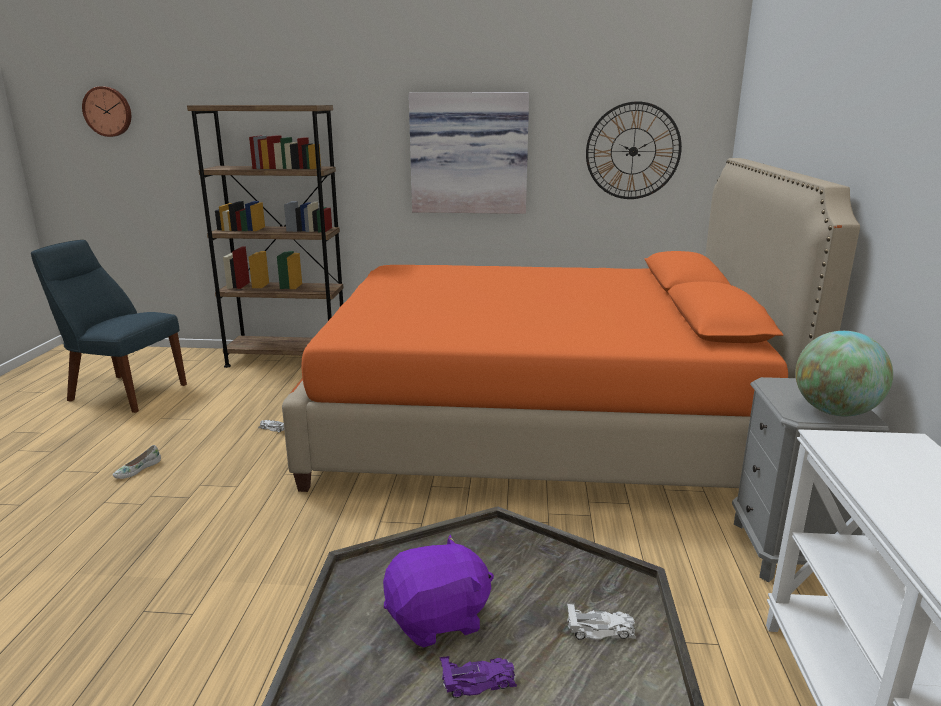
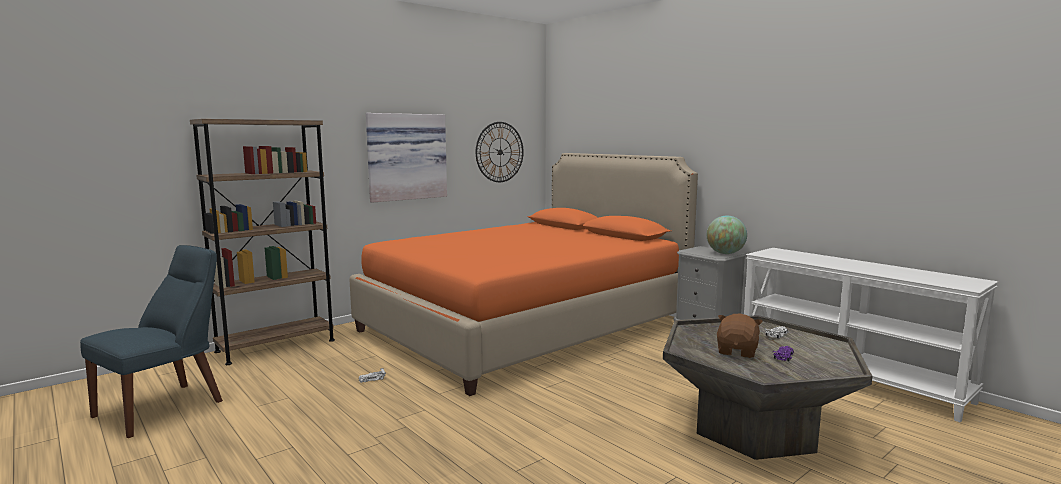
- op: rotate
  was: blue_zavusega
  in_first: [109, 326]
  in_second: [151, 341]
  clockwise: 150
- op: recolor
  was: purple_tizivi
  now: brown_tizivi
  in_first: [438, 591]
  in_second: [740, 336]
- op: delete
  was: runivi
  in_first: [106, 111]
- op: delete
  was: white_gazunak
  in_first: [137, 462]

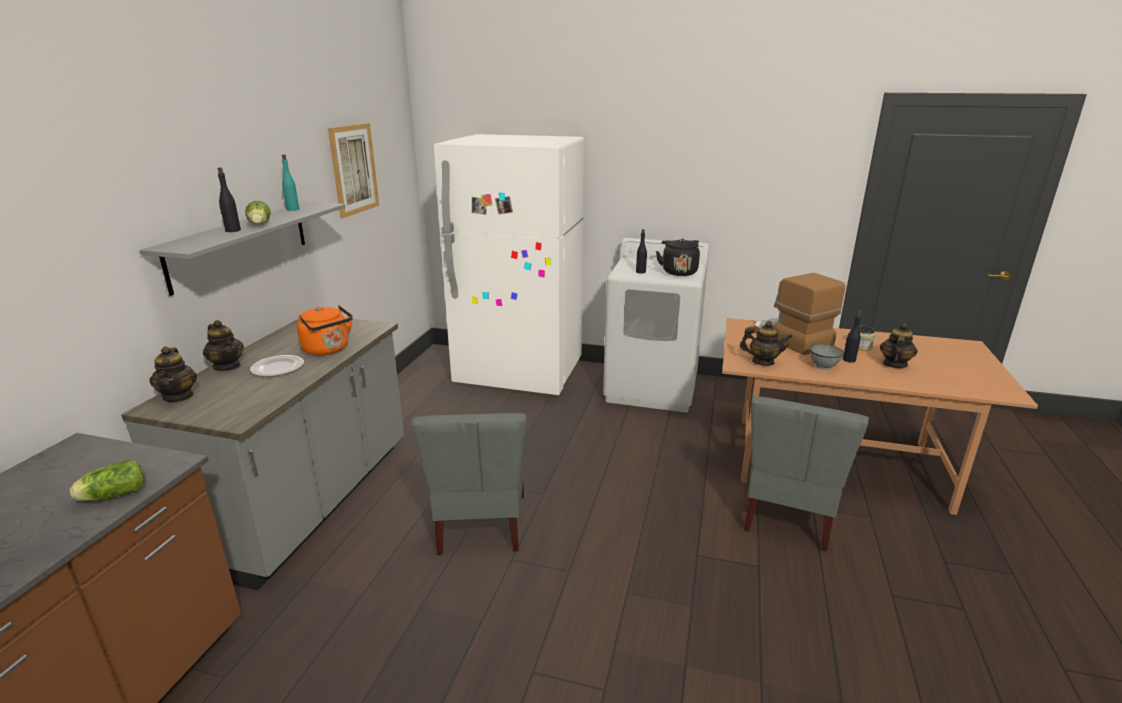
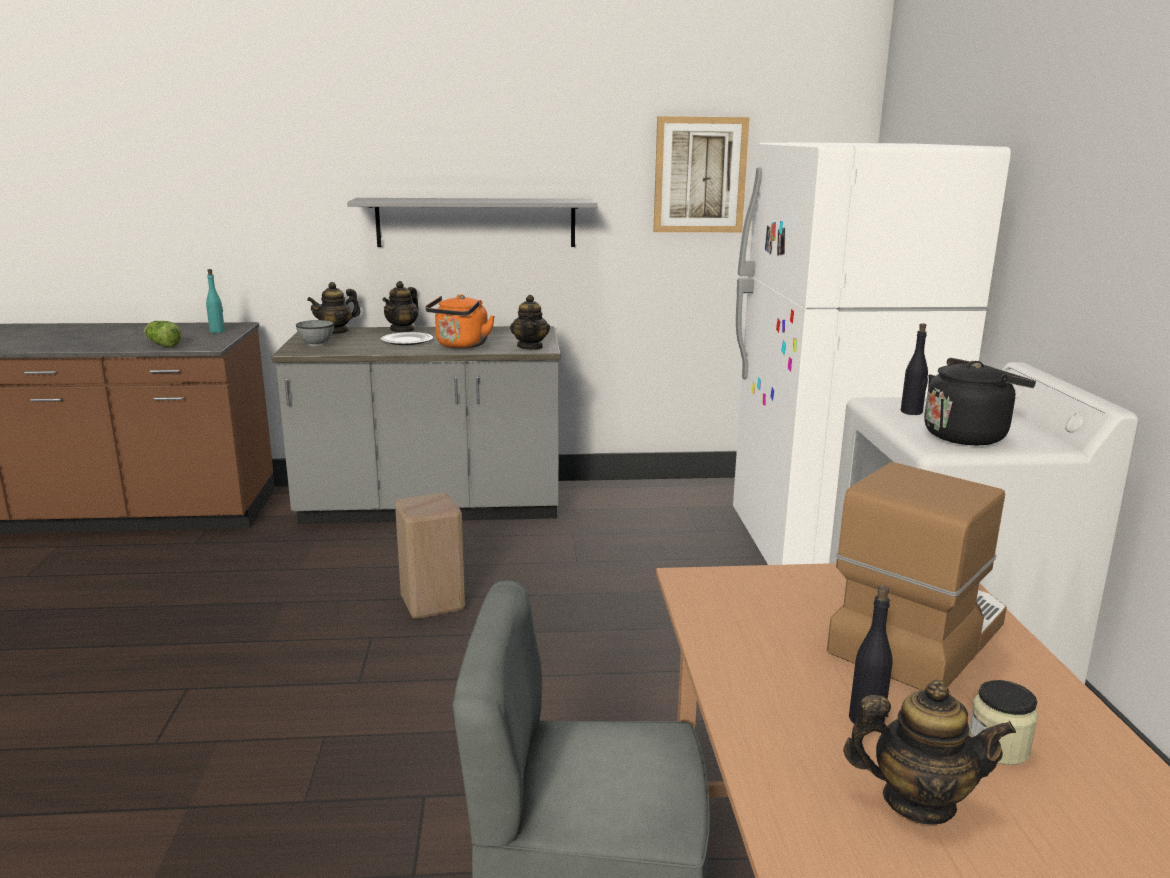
- op: move
  was: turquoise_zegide
  in_first: [290, 182]
  in_second: [215, 301]
- op: move
  was: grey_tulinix
  in_first: [826, 357]
  in_second: [315, 333]
- op: replace
  was: grey_zavusega
  now: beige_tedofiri
  in_first: [468, 484]
  in_second: [430, 555]
- op: move
  was: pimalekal
  in_first: [766, 343]
  in_second: [530, 322]
- op: delete
  was: black_zegide
  in_first: [229, 199]
- op: delete
  was: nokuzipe
  in_first: [258, 213]

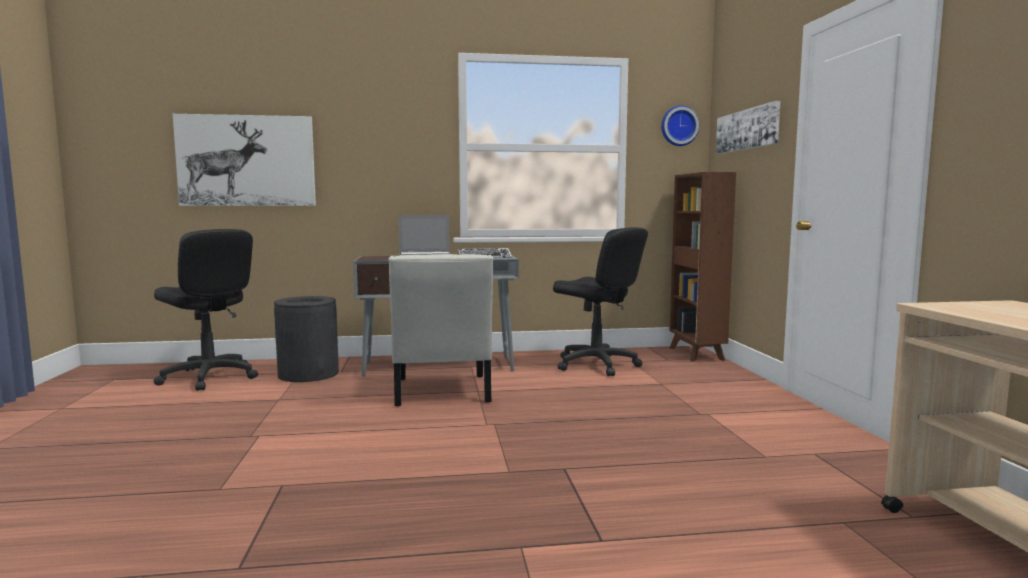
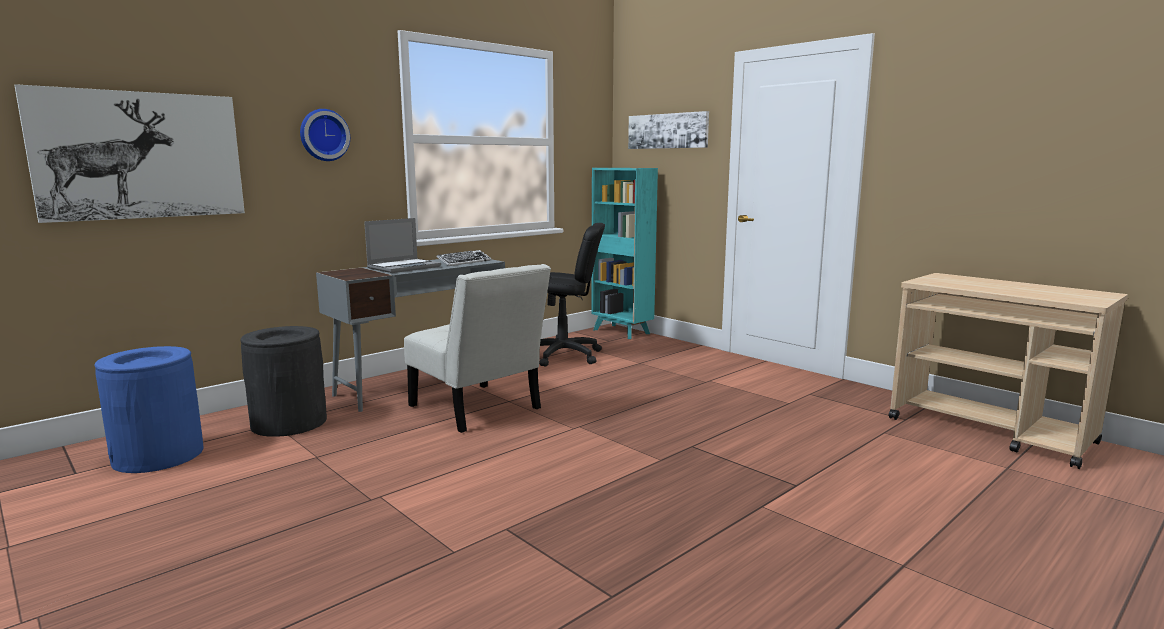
- op: replace
  was: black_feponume
  now: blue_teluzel
  in_first: [206, 310]
  in_second: [149, 409]
- op: move
  was: runivi
  in_first: [680, 125]
  in_second: [325, 135]
- op: recolor
  was: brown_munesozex
  now: turquoise_munesozex
  in_first: [702, 267]
  in_second: [624, 253]

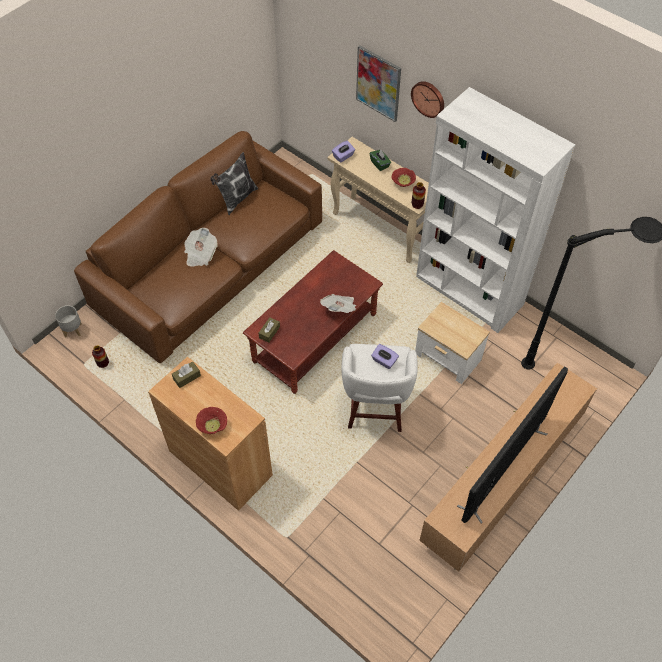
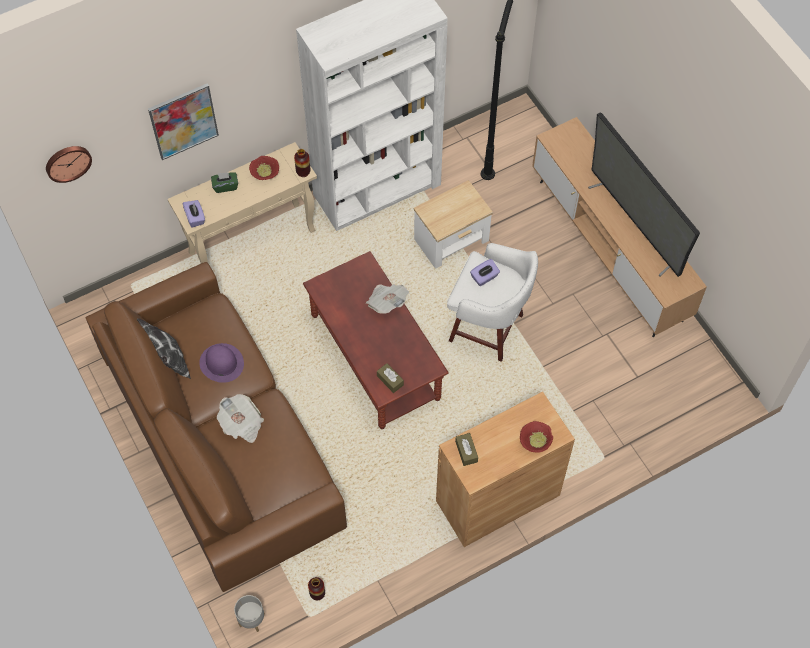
- op: move
  was: runivi
  in_first: [427, 99]
  in_second: [69, 164]
- op: insert
  now: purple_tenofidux
  in_second: [221, 363]

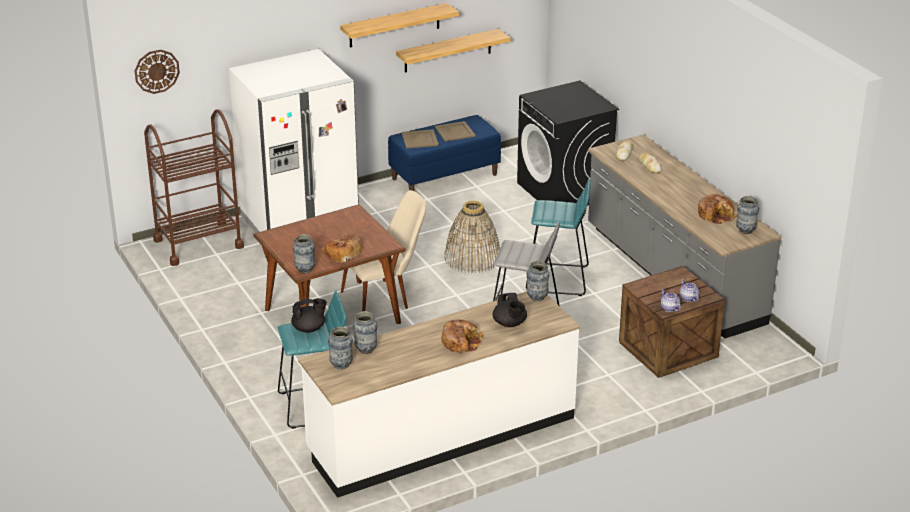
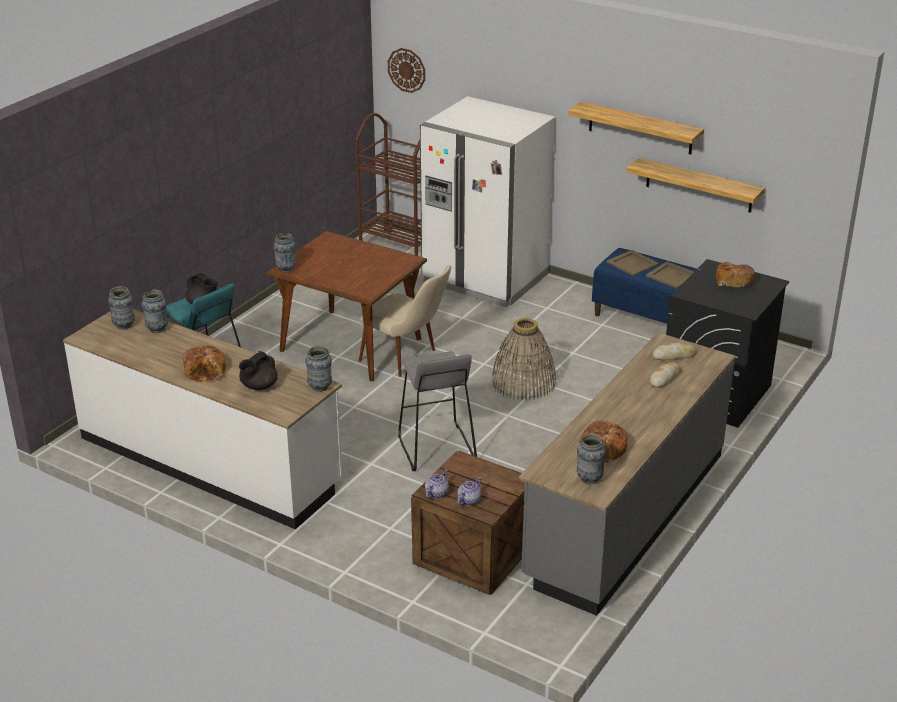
- op: move
  was: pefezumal
  in_first: [341, 248]
  in_second: [735, 275]
- op: delete
  was: turquoise_tedofiri
  in_first: [558, 237]

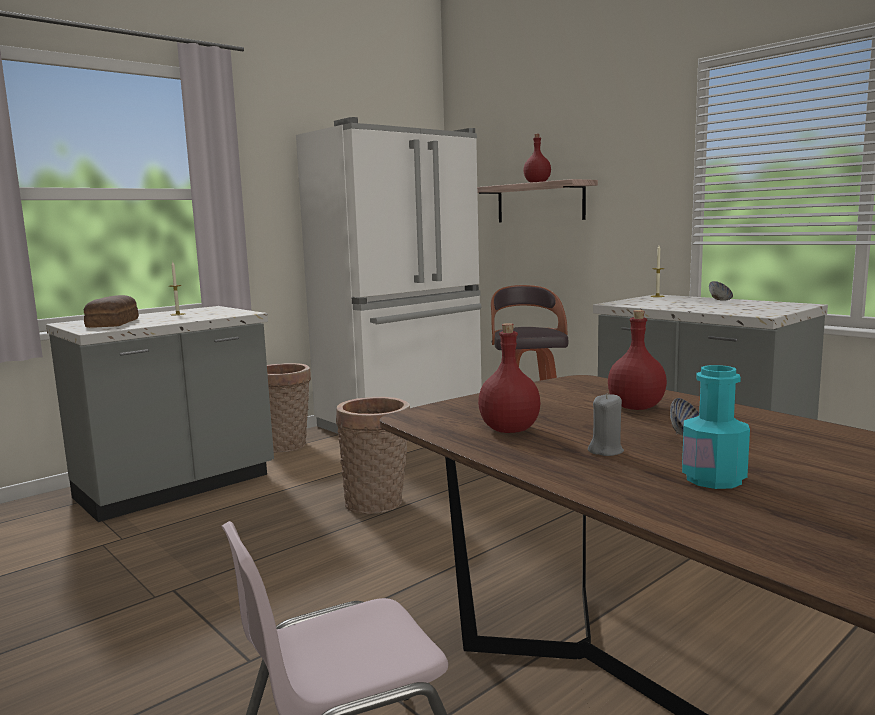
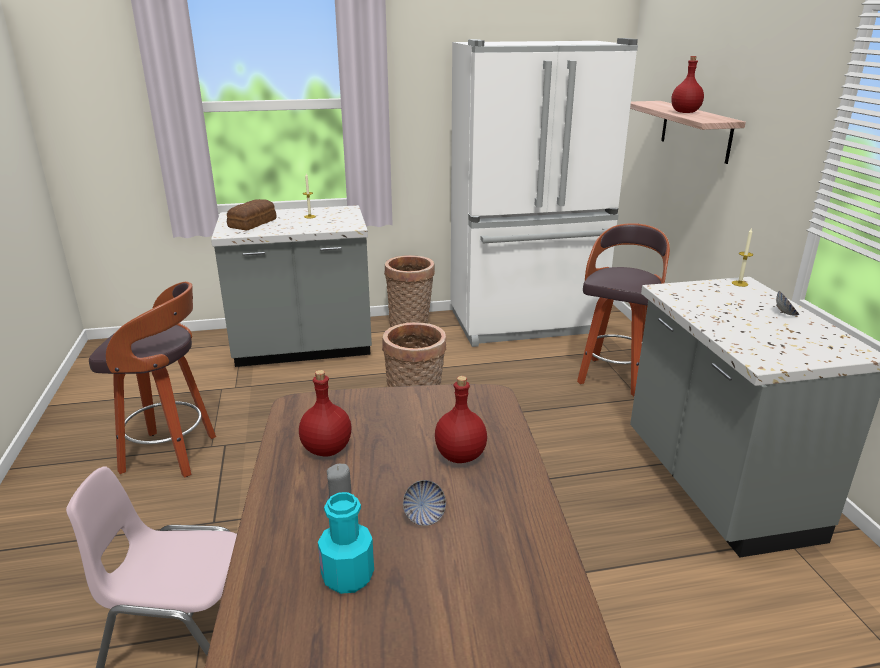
- op: insert
  now: tedofiri
  in_second: [152, 380]

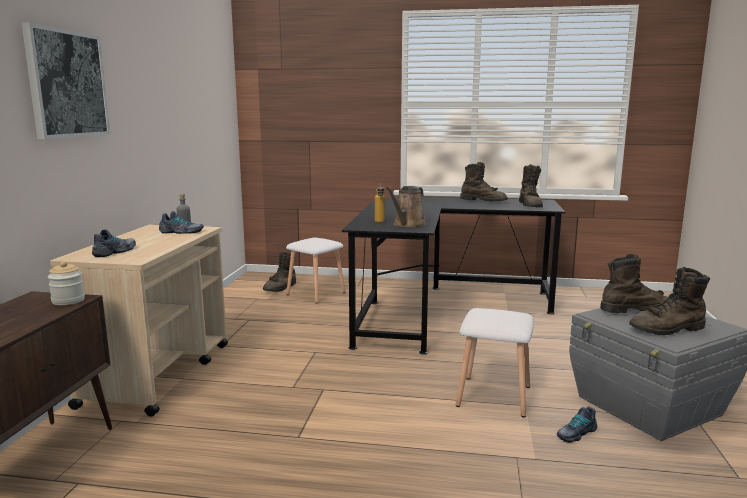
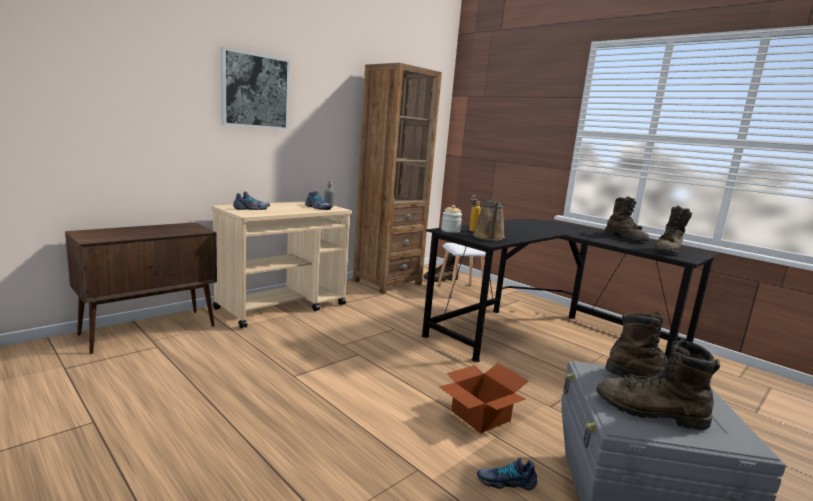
- op: insert
  now: brown_munesozex
  in_second: [397, 178]
- op: replace
  was: white_tedofiri
  now: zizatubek
  in_first: [495, 362]
  in_second: [484, 398]
- op: move
  was: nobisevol
  in_first: [66, 283]
  in_second: [451, 219]
- op: rotate
  was: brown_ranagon
  in_first: [406, 207]
  in_second: [489, 221]
  clockwise: -60

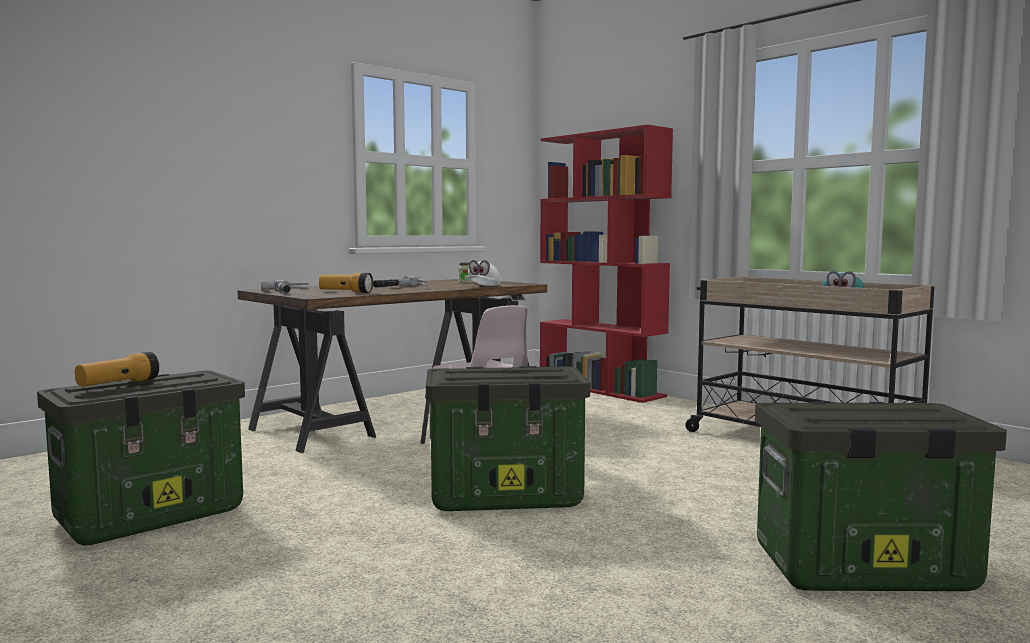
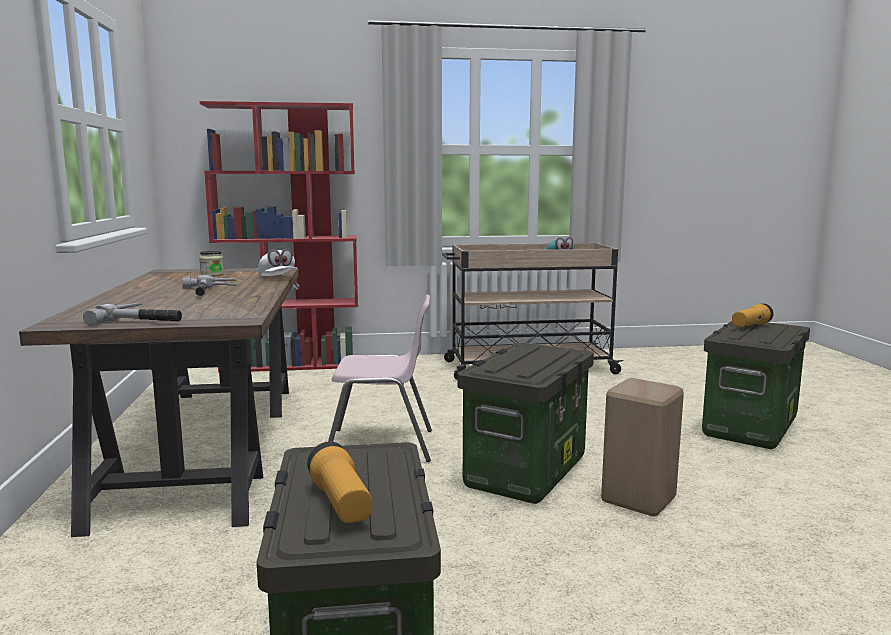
- op: insert
  now: beige_tedofiri
  in_second: [642, 447]
- op: move
  was: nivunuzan
  in_first: [346, 283]
  in_second: [753, 315]

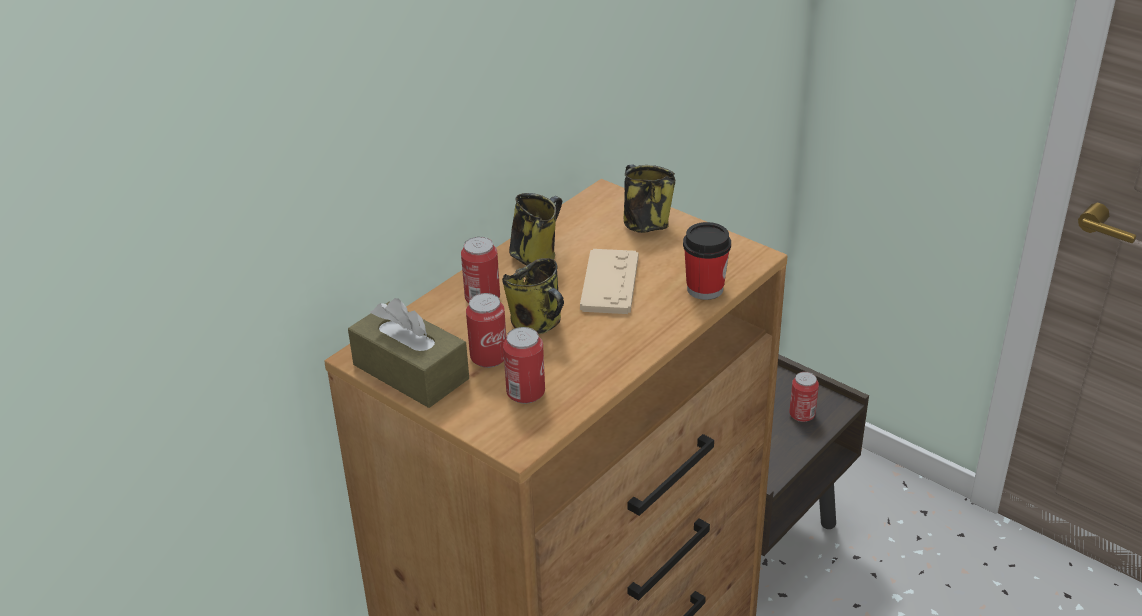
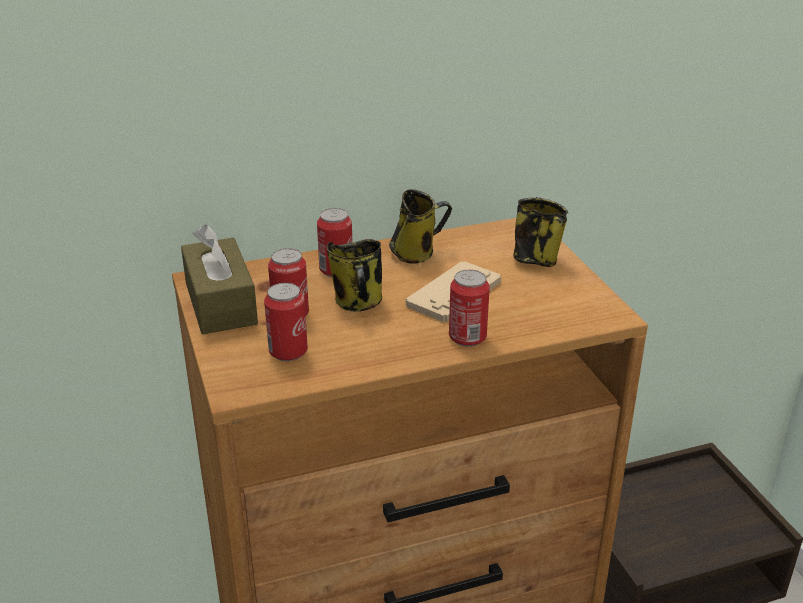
- op: move
  was: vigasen
  in_first: [804, 397]
  in_second: [469, 308]
- op: delete
  was: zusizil
  in_first: [707, 261]

